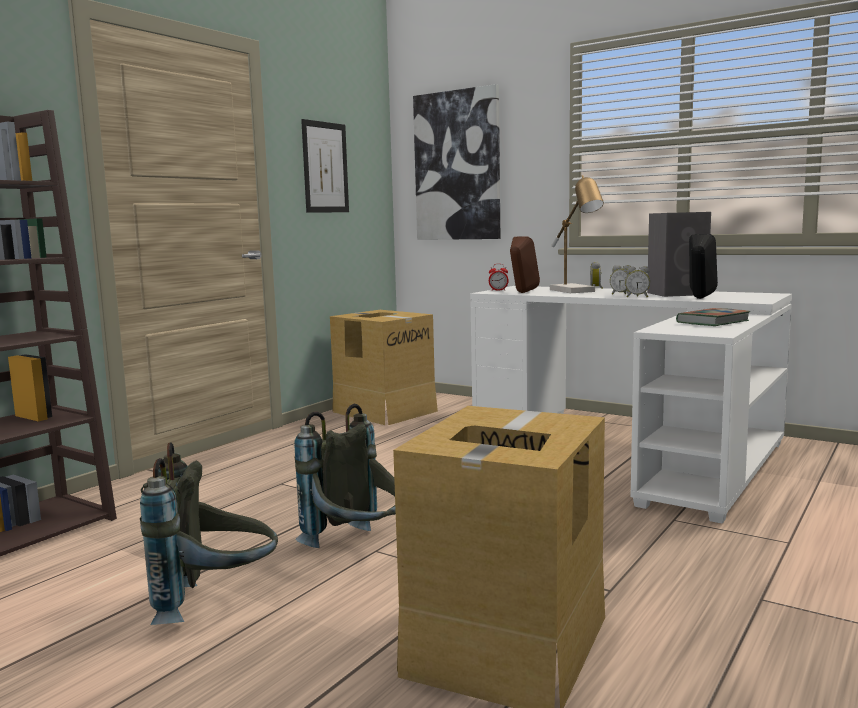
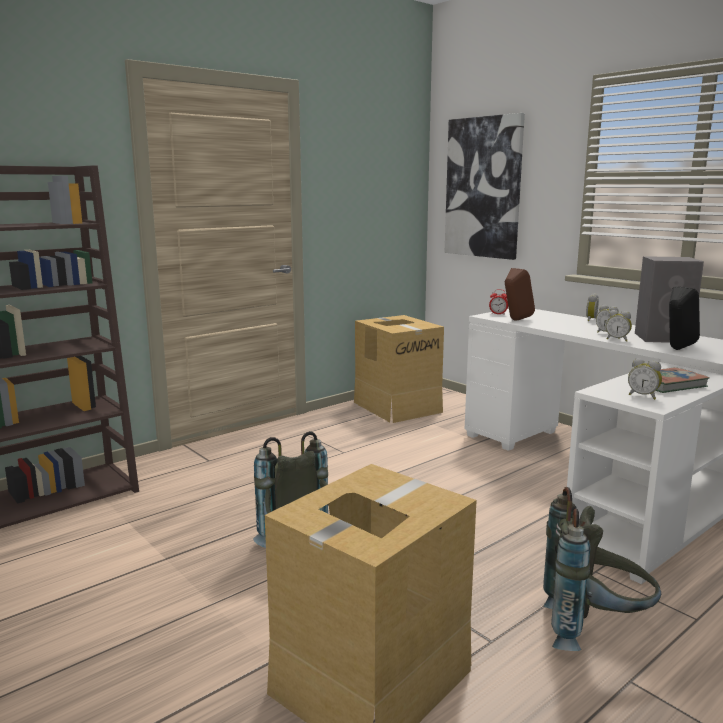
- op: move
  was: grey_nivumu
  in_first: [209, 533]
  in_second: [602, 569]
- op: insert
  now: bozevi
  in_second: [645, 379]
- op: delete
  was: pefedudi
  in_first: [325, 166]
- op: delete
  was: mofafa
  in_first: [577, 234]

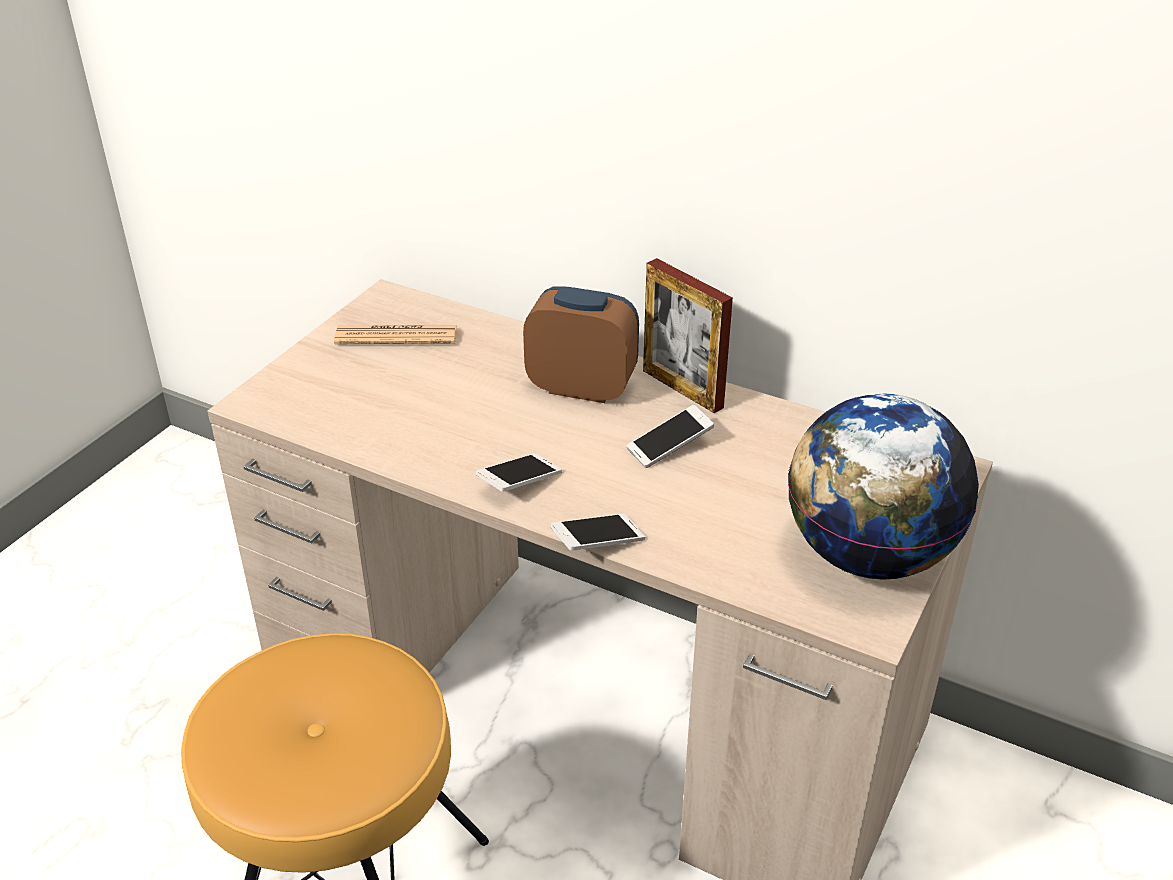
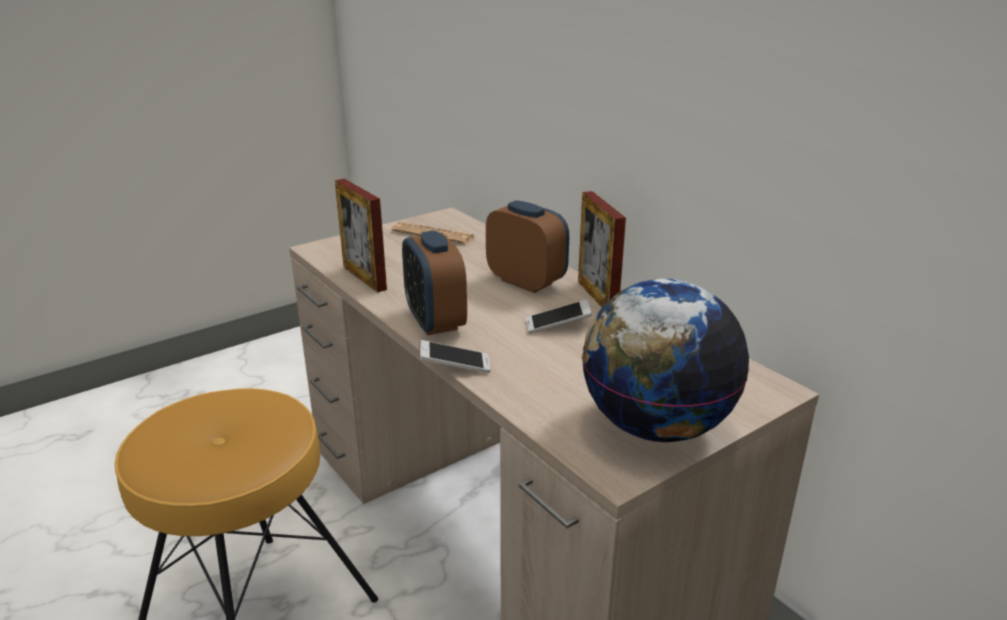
- op: insert
  now: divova
  in_second: [361, 235]
- op: replace
  was: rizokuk
  now: bozevi
  in_first: [519, 472]
  in_second: [434, 282]

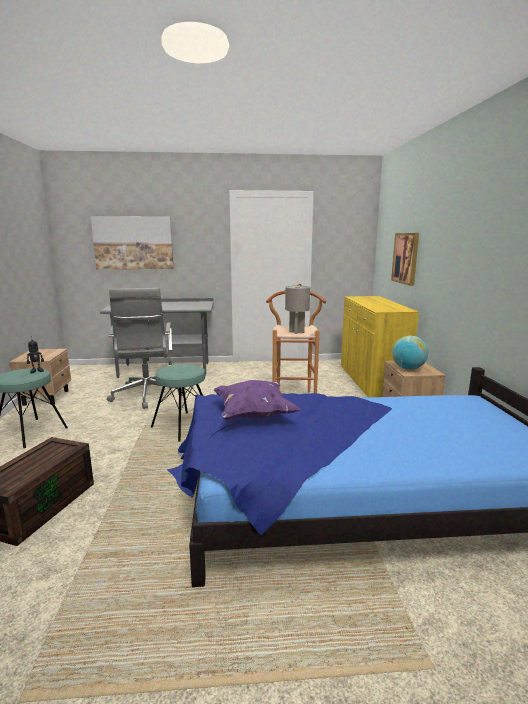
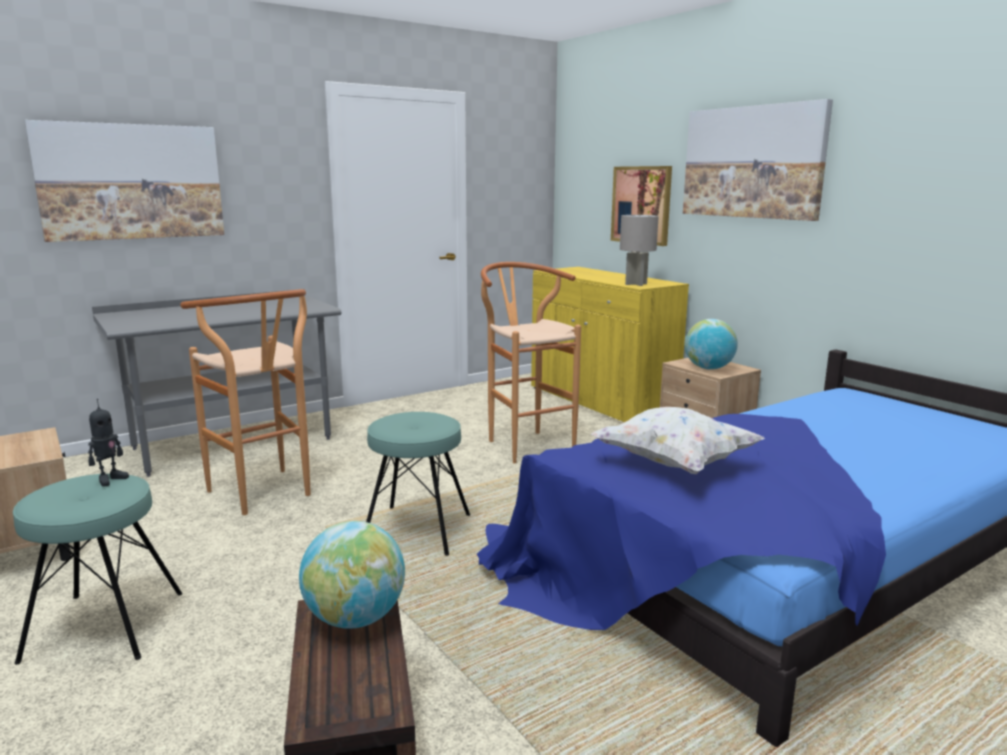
- op: replace
  was: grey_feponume
  now: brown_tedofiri
  in_first: [145, 348]
  in_second: [245, 402]
- op: insert
  now: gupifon
  in_second: [352, 575]
- op: recolor
  was: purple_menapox
  now: white_menapox
  in_first: [257, 400]
  in_second: [678, 440]
- op: move
  was: grey_mofafa
  in_first: [297, 310]
  in_second: [639, 250]
- op: insert
  now: pefedudi
  in_second: [758, 160]

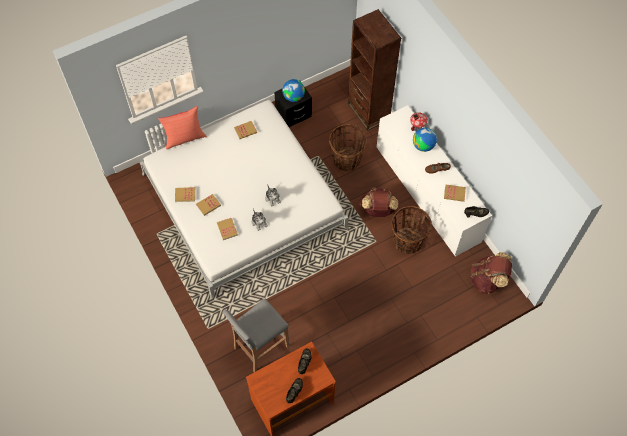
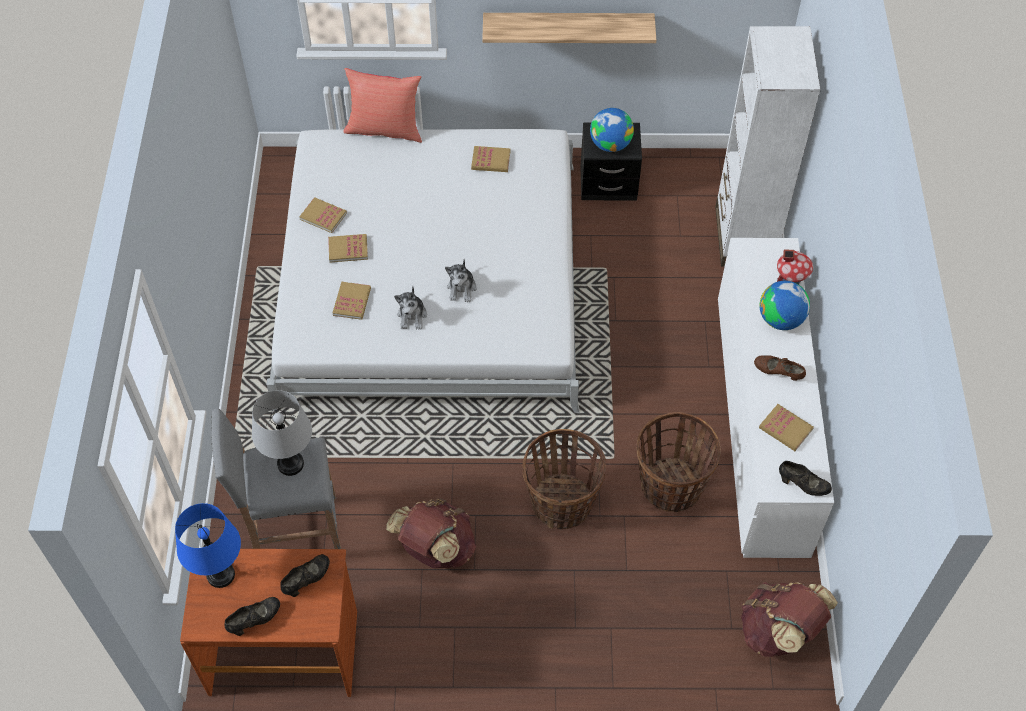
- op: insert
  now: blue_mofafa
  in_second: [208, 545]
- op: insert
  now: grey_mofafa
  in_second: [282, 433]
- op: move
  was: brown_nivumu
  in_first: [379, 202]
  in_second: [431, 533]
- op: insert
  now: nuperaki
  in_second: [569, 28]
- op: move
  was: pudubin
  in_first: [348, 148]
  in_second: [564, 479]
- op: recolor
  was: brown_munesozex
  now: white_munesozex
  in_first: [374, 70]
  in_second: [768, 146]

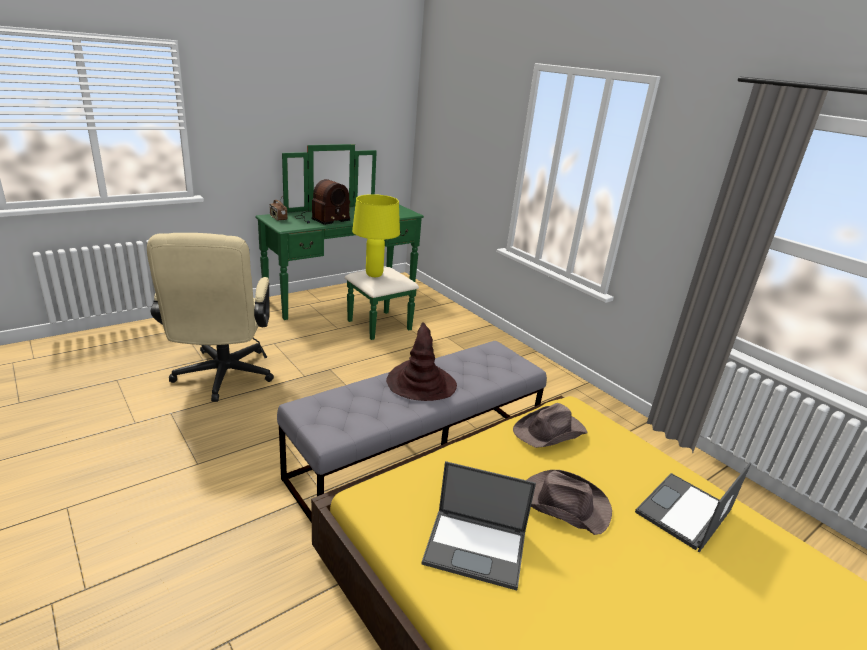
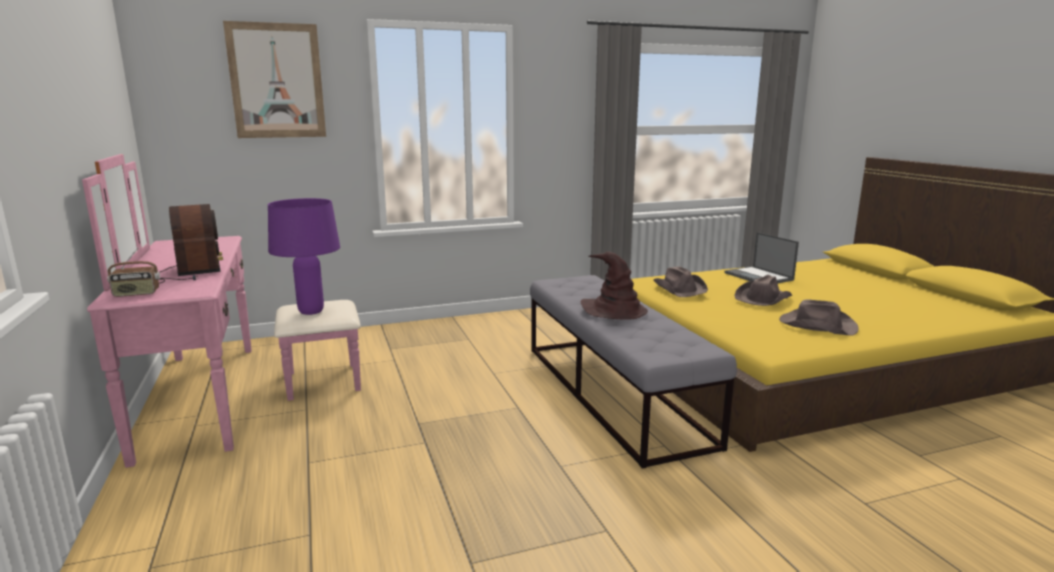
- op: recolor
  was: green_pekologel
  now: pink_pekologel
  in_first: [339, 242]
  in_second: [221, 311]
- op: insert
  now: pefedudi
  in_second: [274, 79]
- op: recolor
  was: yellow_mofafa
  now: purple_mofafa
  in_first: [376, 235]
  in_second: [304, 256]
- op: replace
  was: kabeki
  now: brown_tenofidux
  in_first: [478, 526]
  in_second: [819, 317]
- op: delete
  was: beige_feponume
  in_first: [210, 317]

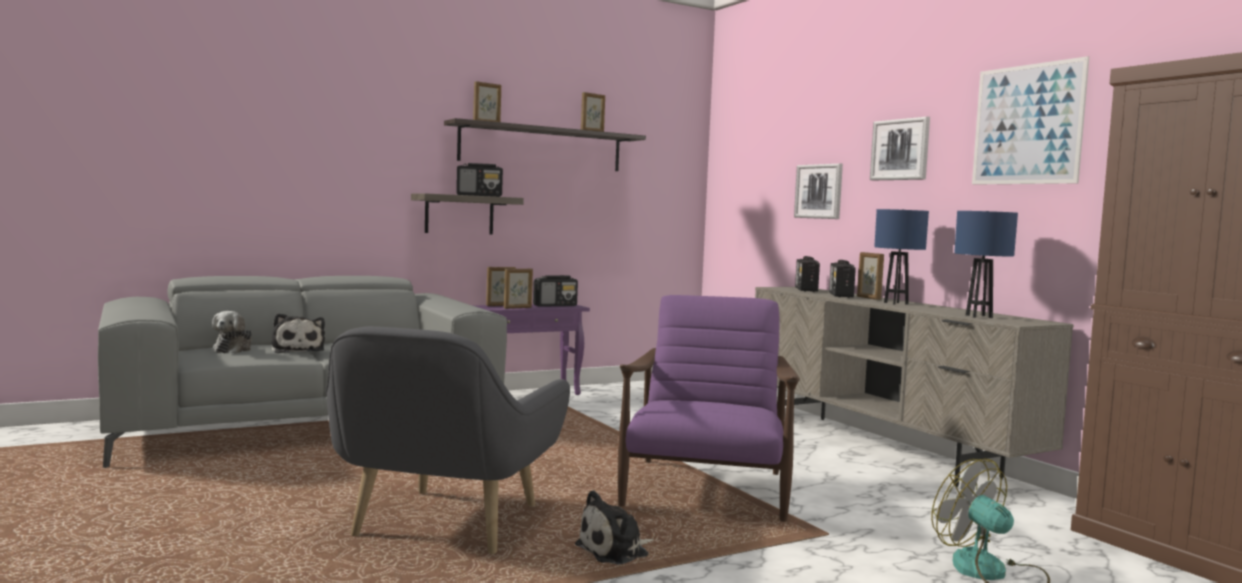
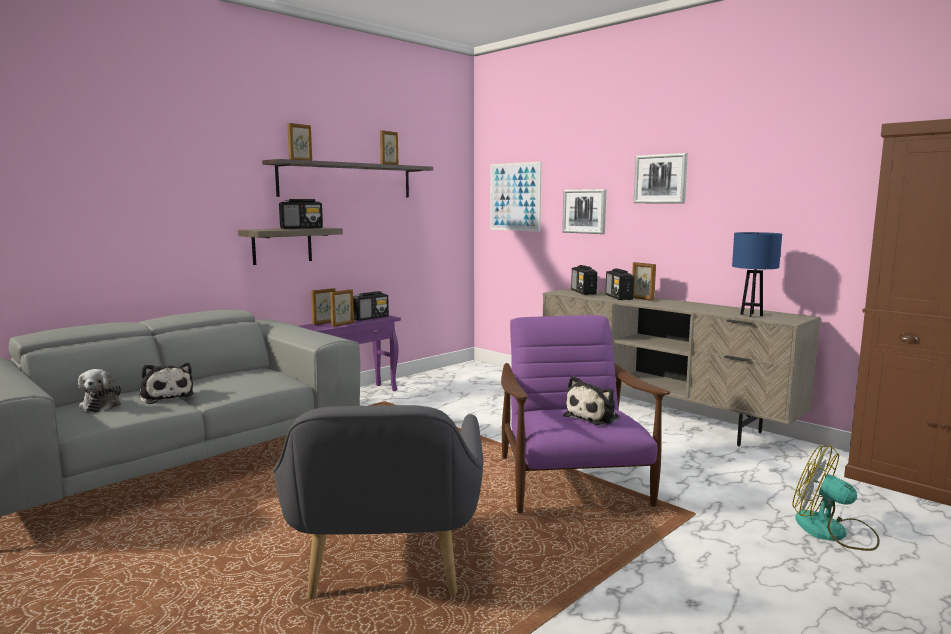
- op: move
  was: pefedudi
  in_first: [1030, 120]
  in_second: [515, 197]
- op: move
  was: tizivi
  in_first: [614, 527]
  in_second: [591, 400]
- op: delete
  was: blue_mofafa
  in_first: [901, 257]

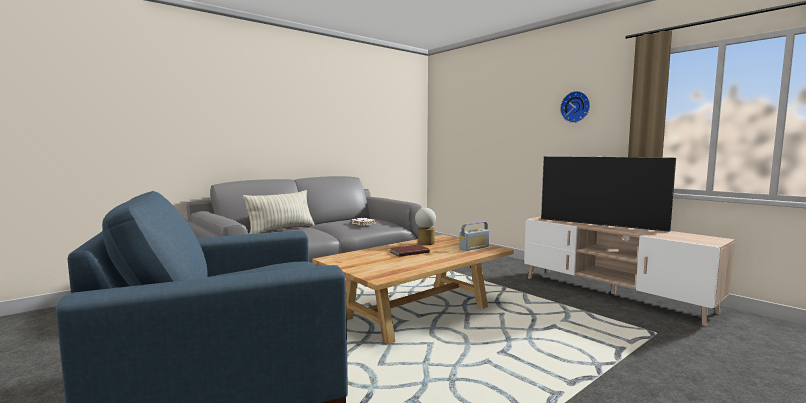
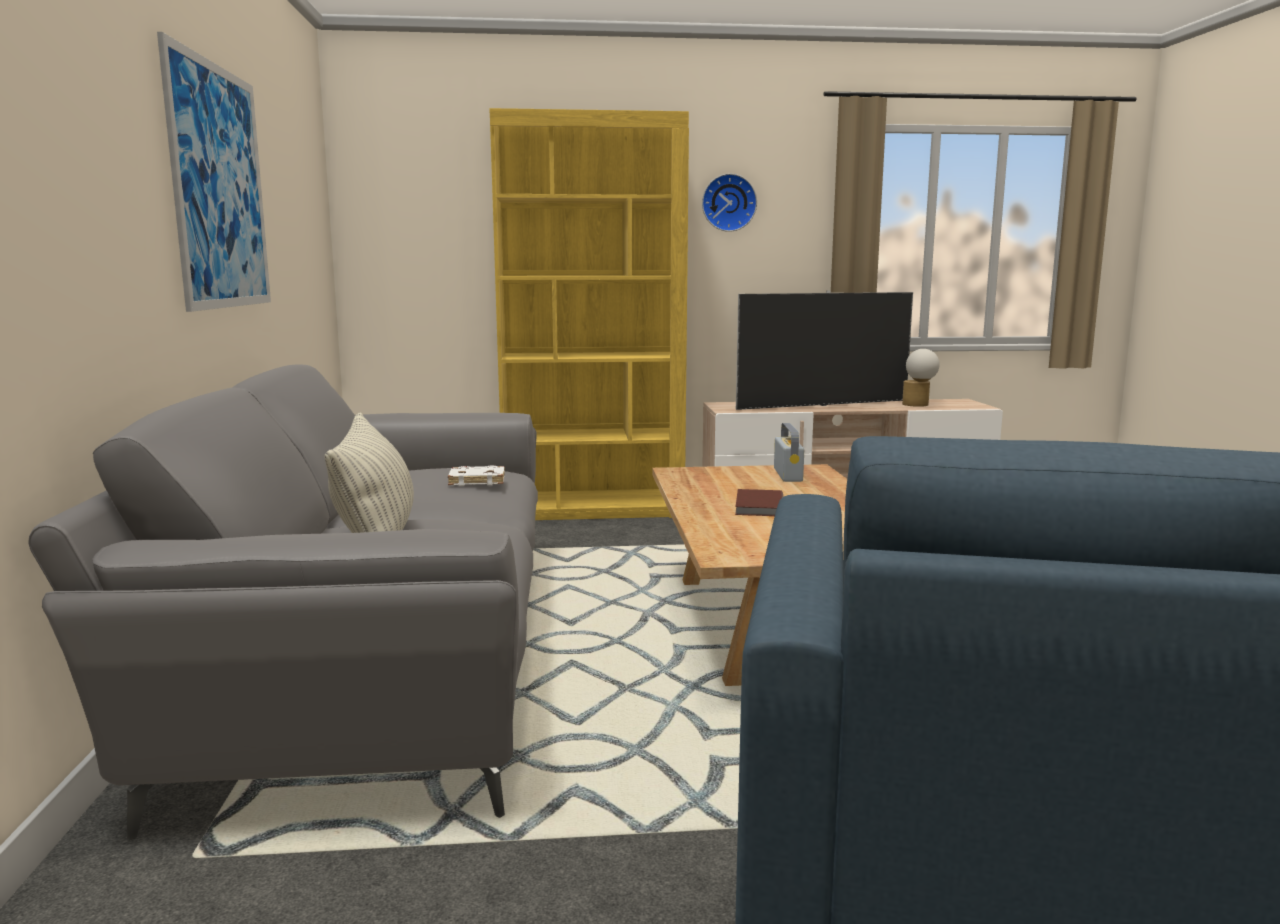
- op: insert
  now: pefedudi
  in_second: [214, 172]
- op: insert
  now: yellow_munesozex
  in_second: [589, 314]
- op: move
  was: mofafa
  in_first: [425, 226]
  in_second: [921, 378]

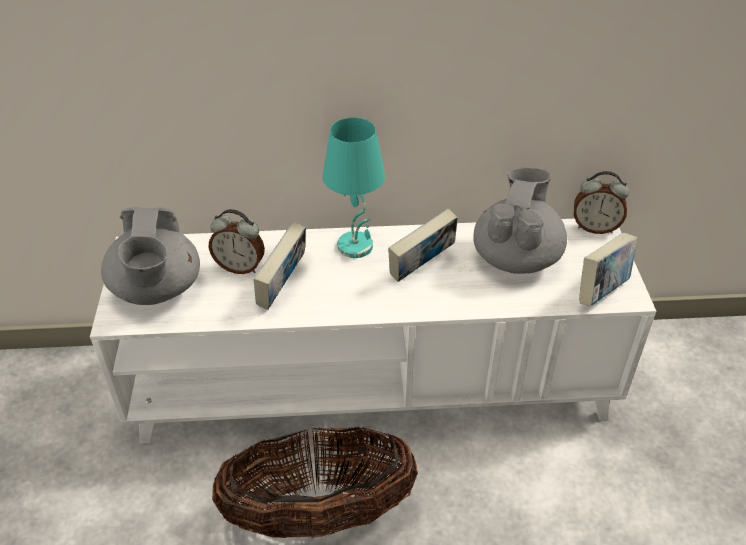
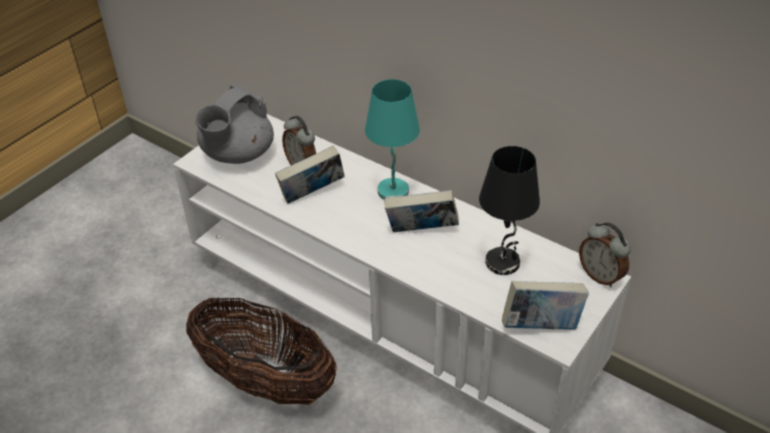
- op: replace
  was: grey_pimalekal
  now: black_mofafa
  in_first: [520, 220]
  in_second: [509, 210]

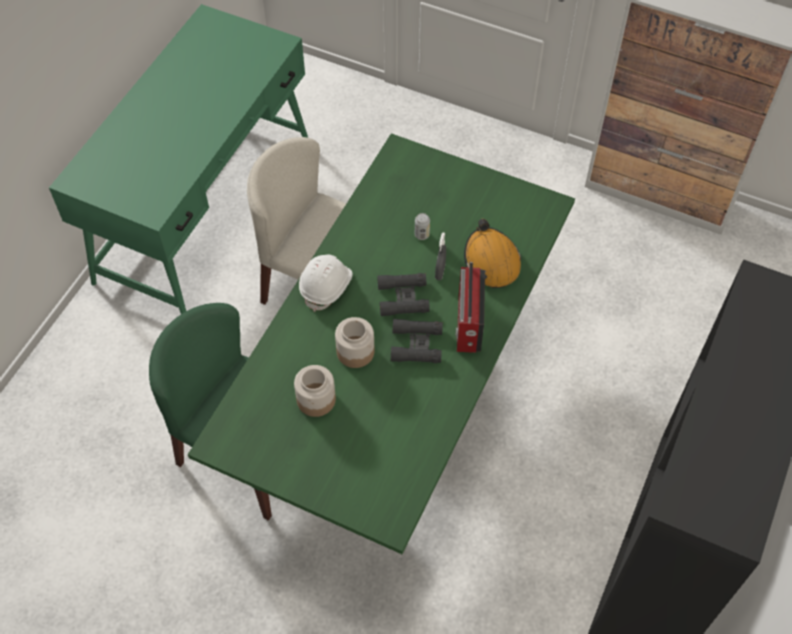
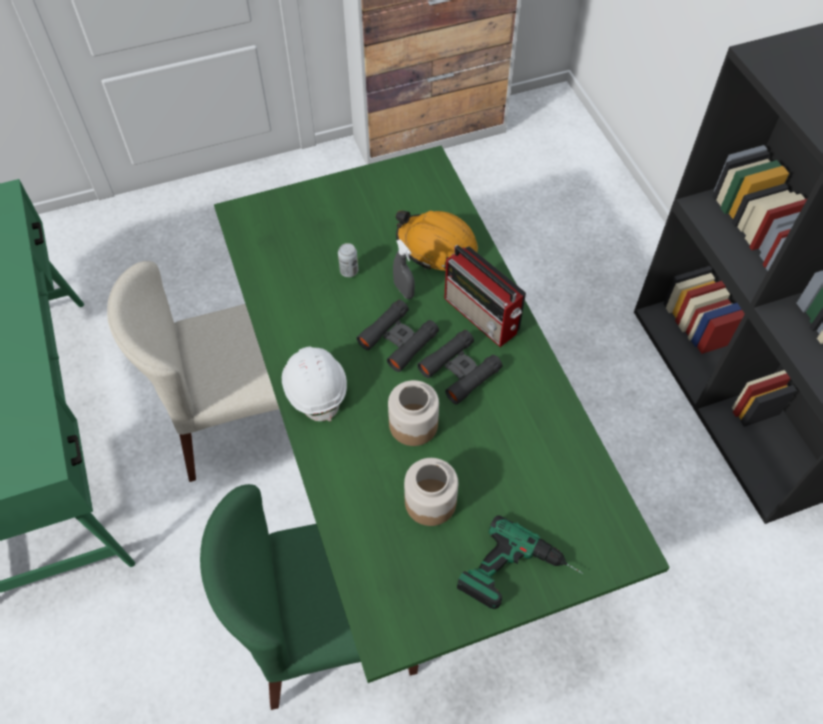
- op: insert
  now: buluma
  in_second: [520, 562]

